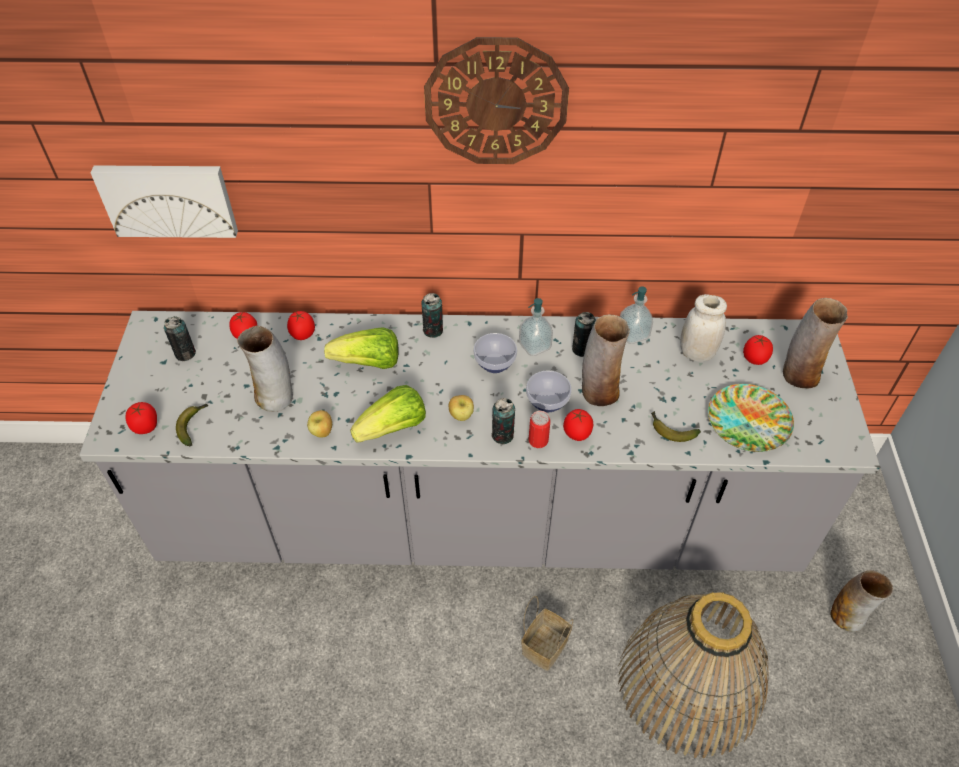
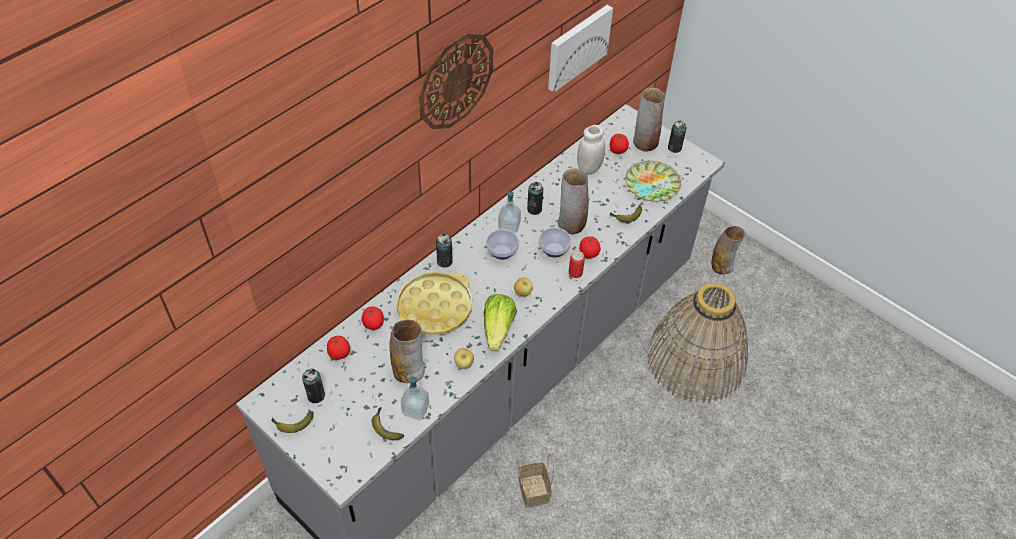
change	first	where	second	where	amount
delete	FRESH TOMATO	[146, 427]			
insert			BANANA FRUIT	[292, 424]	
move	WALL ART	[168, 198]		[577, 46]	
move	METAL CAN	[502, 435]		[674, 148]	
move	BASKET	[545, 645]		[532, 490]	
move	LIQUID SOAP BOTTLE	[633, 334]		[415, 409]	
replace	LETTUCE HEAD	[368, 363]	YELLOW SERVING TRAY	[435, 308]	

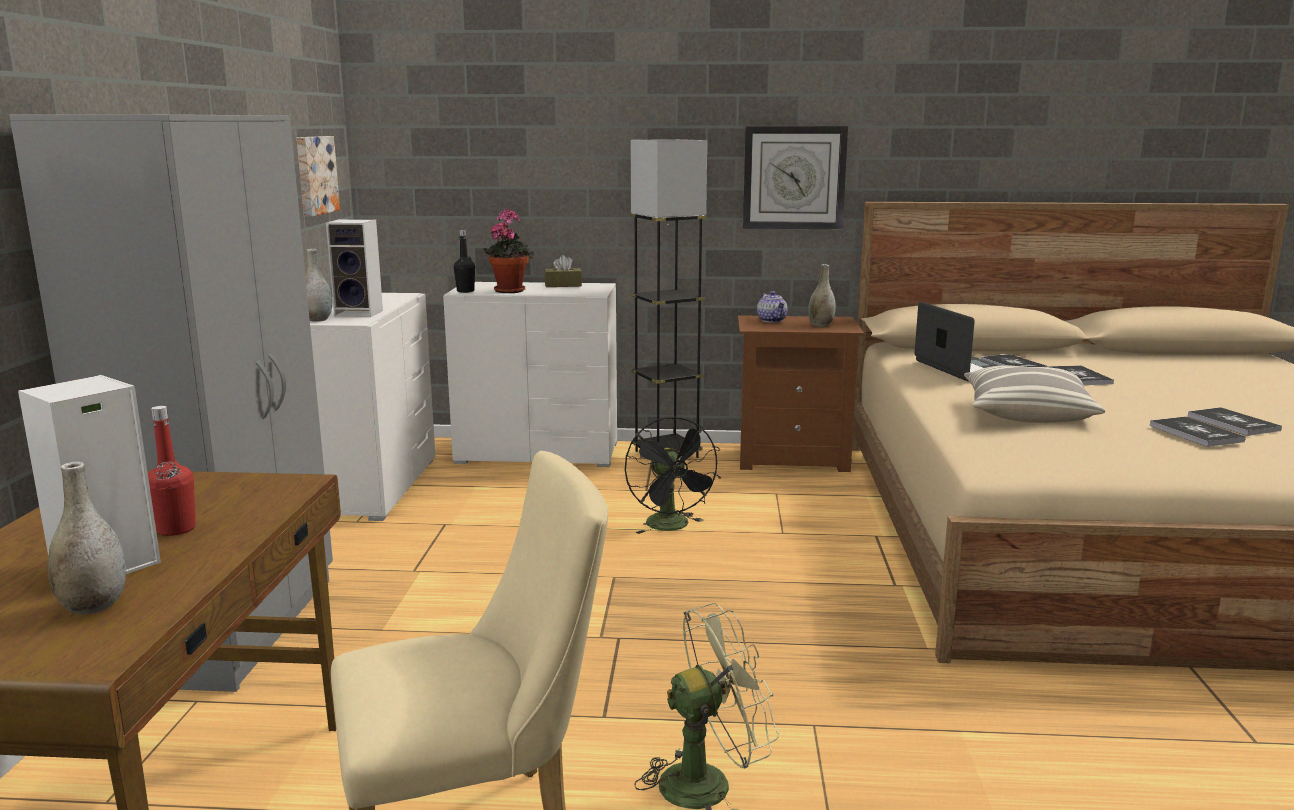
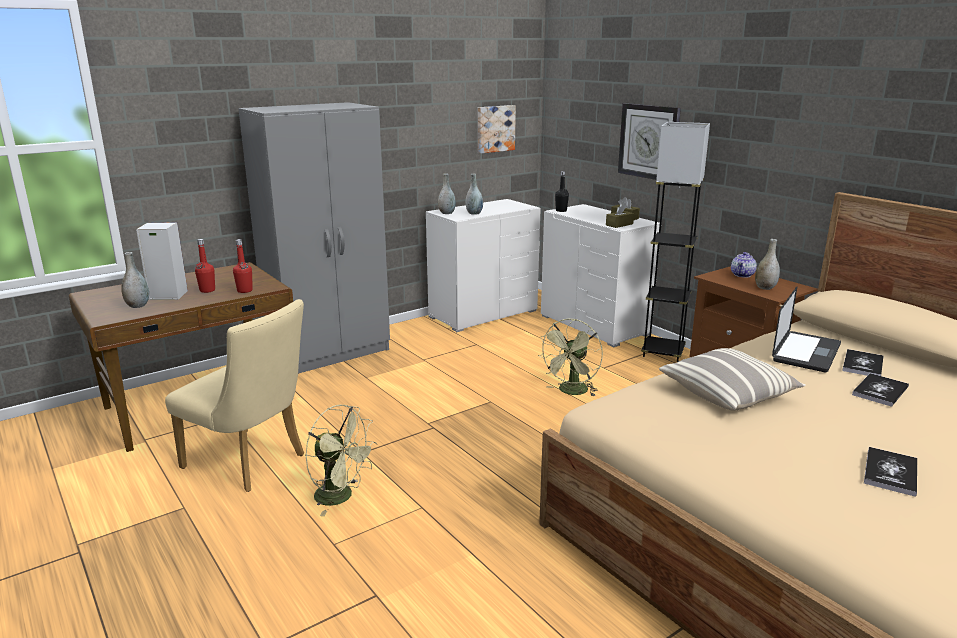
change	first	where	second	where	amount
delete	PLANT IN A POT	[510, 290]			
delete	VOLUME	[1195, 433]			
insert			RED-COLOURED BEVERAGE BOTTLE	[245, 290]	
insert			BROWN TISSUE HOLDER	[619, 224]	
move	WALL CLOCK	[794, 177]		[649, 141]	
replace	LOUDSPEAKER	[361, 313]	GRAY VASE	[474, 213]	
recolor	BLACKISH ELECTRIC FAN	[672, 527]	GREEN ELECTRIC FAN	[571, 392]	

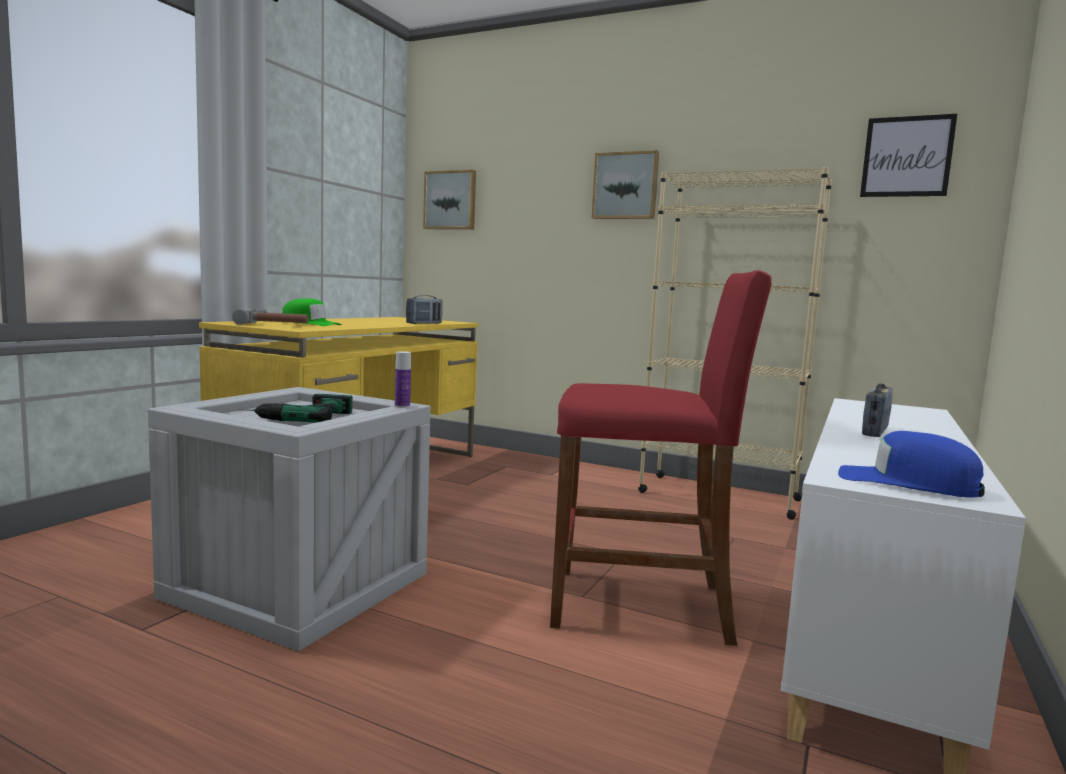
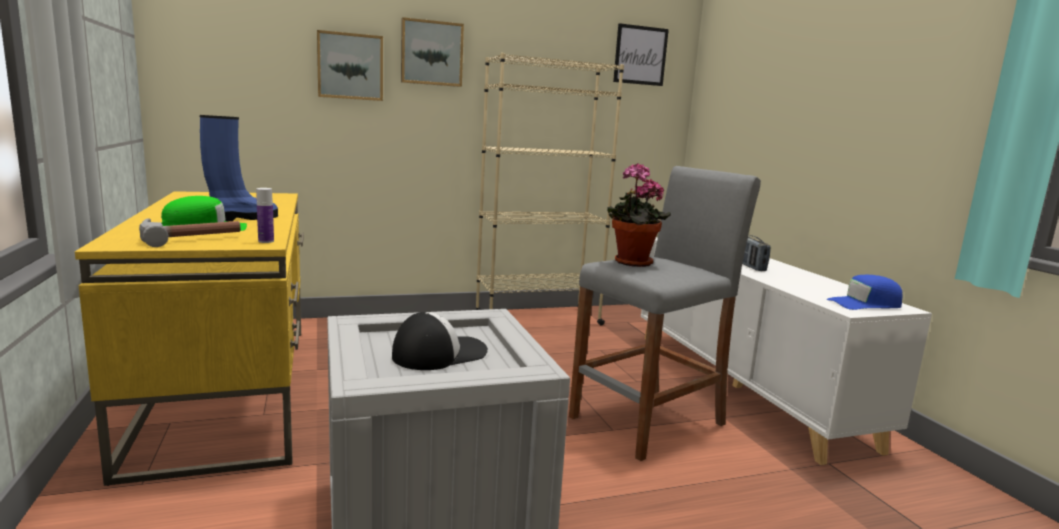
change	first	where	second	where	amount
delete	RADIO RECEIVER	[424, 323]			
insert			BLUISH BOOT	[242, 218]	
insert			PLANT IN A POT	[630, 263]	
move	BEVERAGE BOTTLE	[402, 406]		[266, 241]	
move	WALL ART	[451, 200]		[350, 66]	
replace	ELECTRIC DRILL	[296, 416]	CAP	[439, 354]	
recolor	RED-COLOURED STOOL	[641, 606]	GRAY STOOL	[648, 421]	

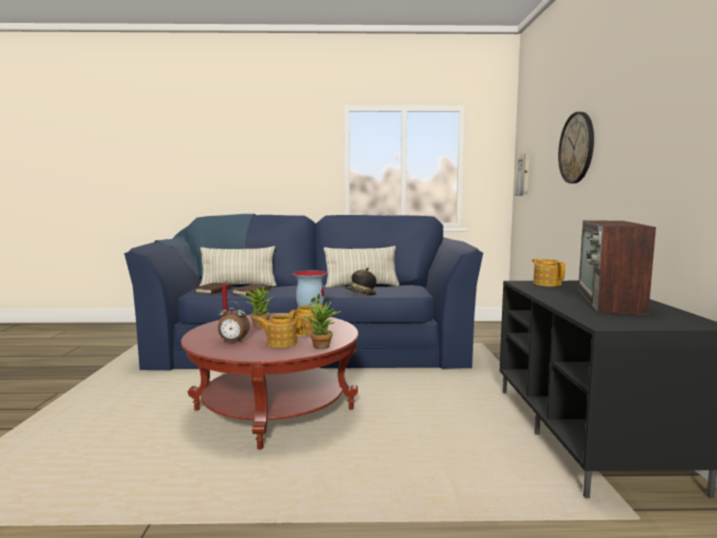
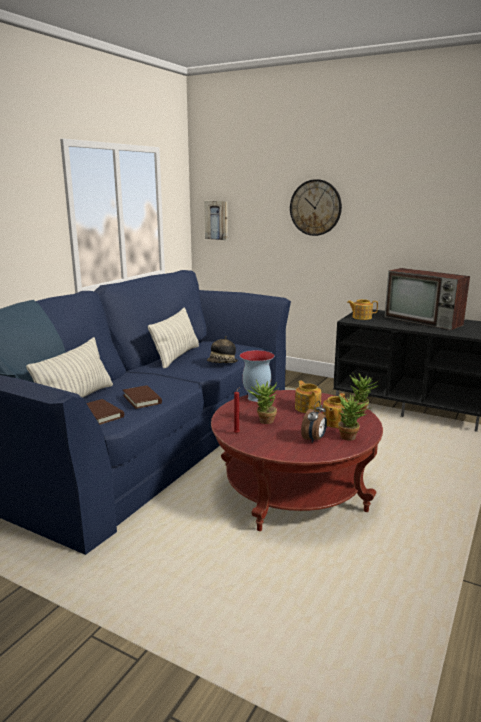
change	first	where	second	where	amount
insert			PLANT IN A POT	[351, 438]	

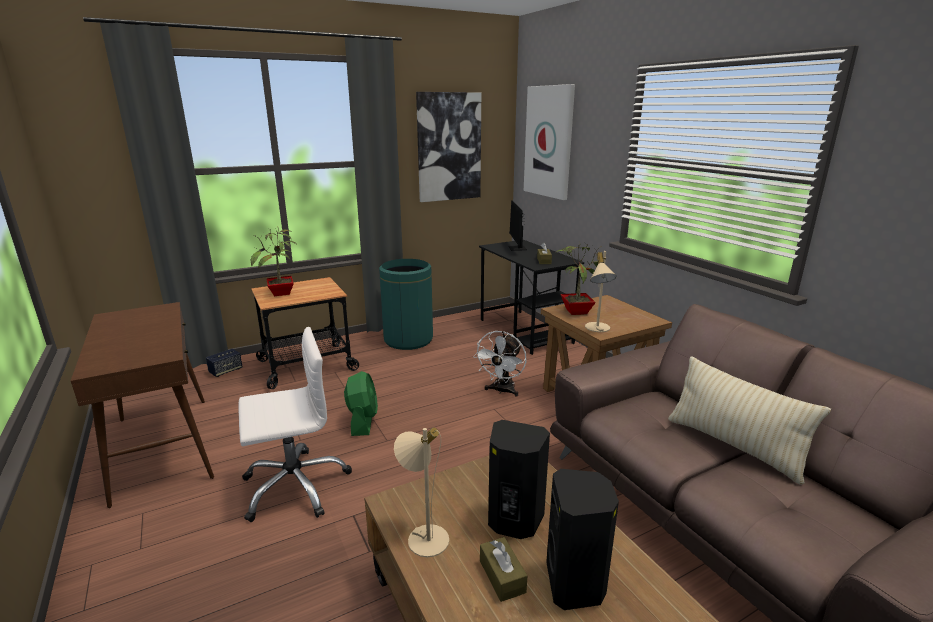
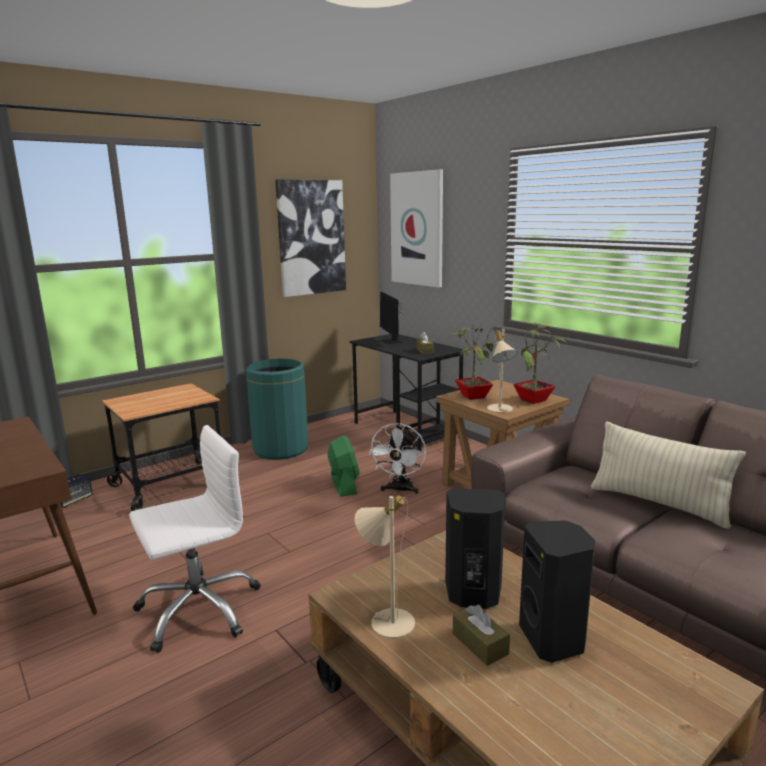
change	first	where	second	where	amount
move	PLANT IN A POT	[281, 294]		[534, 401]	
move	GREEN ELECTRIC FAN	[363, 421]		[343, 485]	

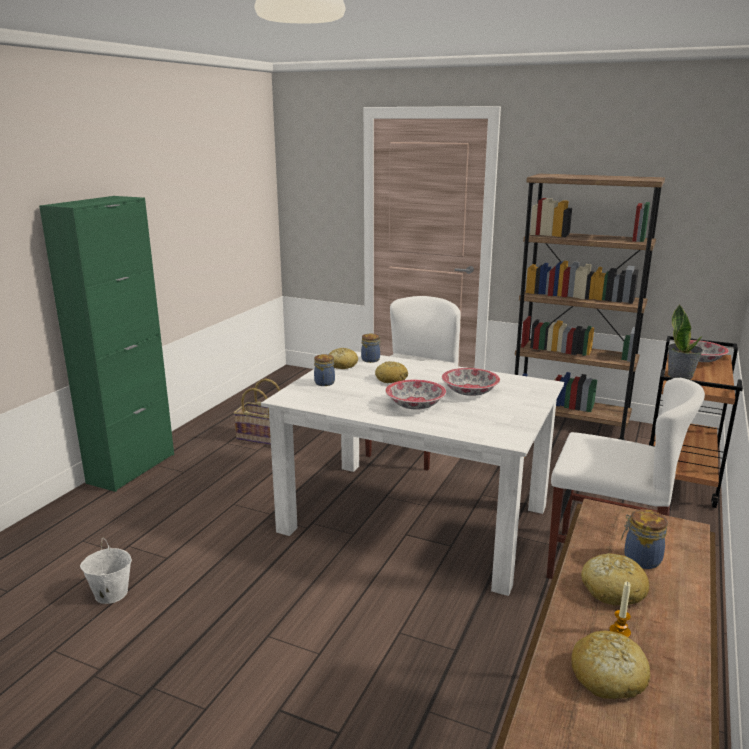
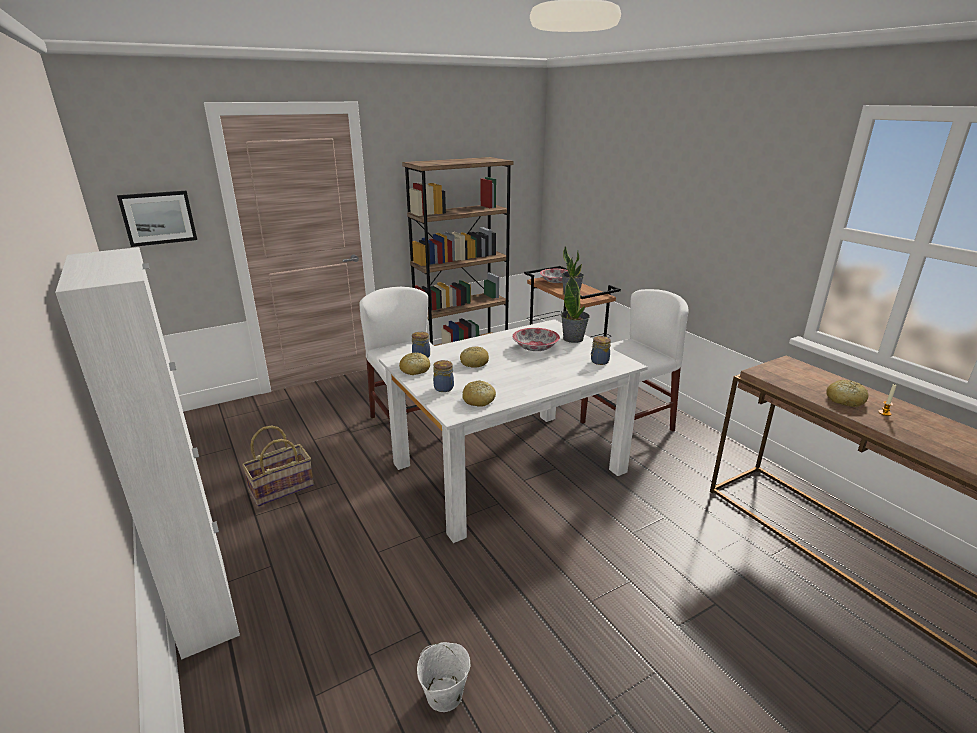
change	first	where	second	where	amount
delete	BOWL	[414, 405]			
insert			WALL ART	[158, 218]	
insert			PLANT IN A POT	[573, 338]	
move	BAKERY BREAD	[608, 677]		[479, 400]	
move	PRESERVE JAR	[640, 559]		[599, 361]	
recolor	GREEN STORAGE CABINET	[131, 468]	WHITISH STORAGE CABINET	[204, 605]	

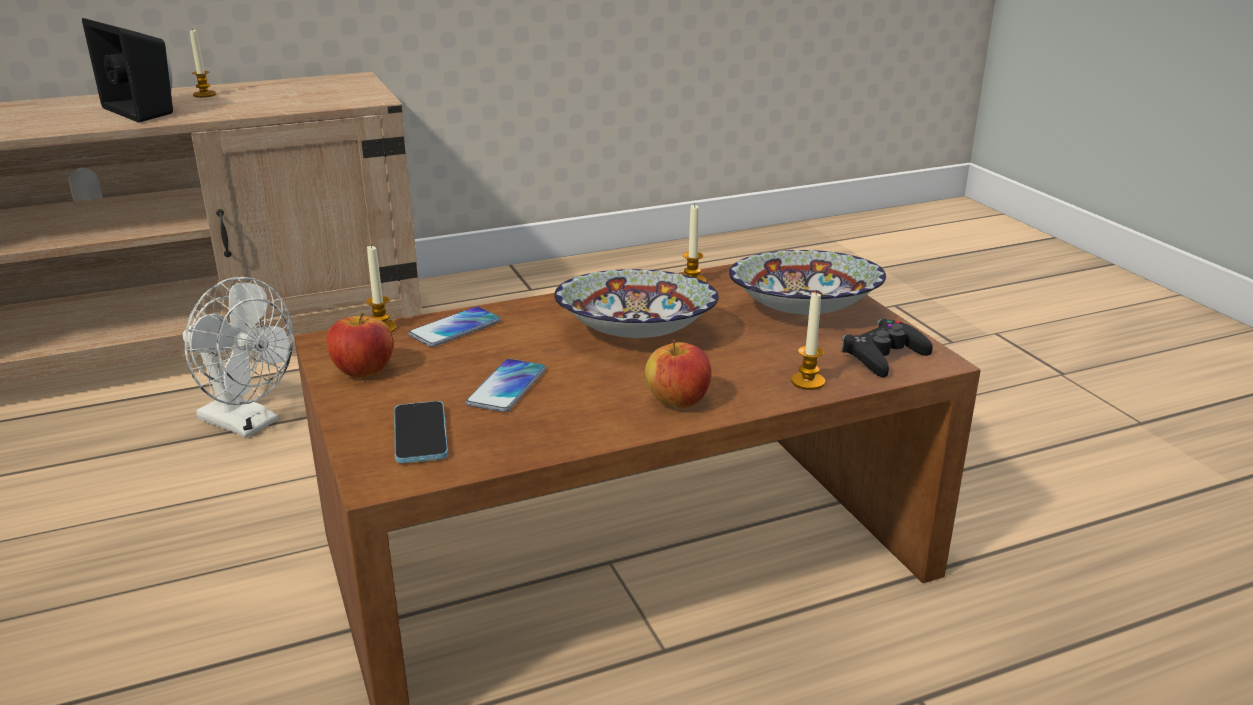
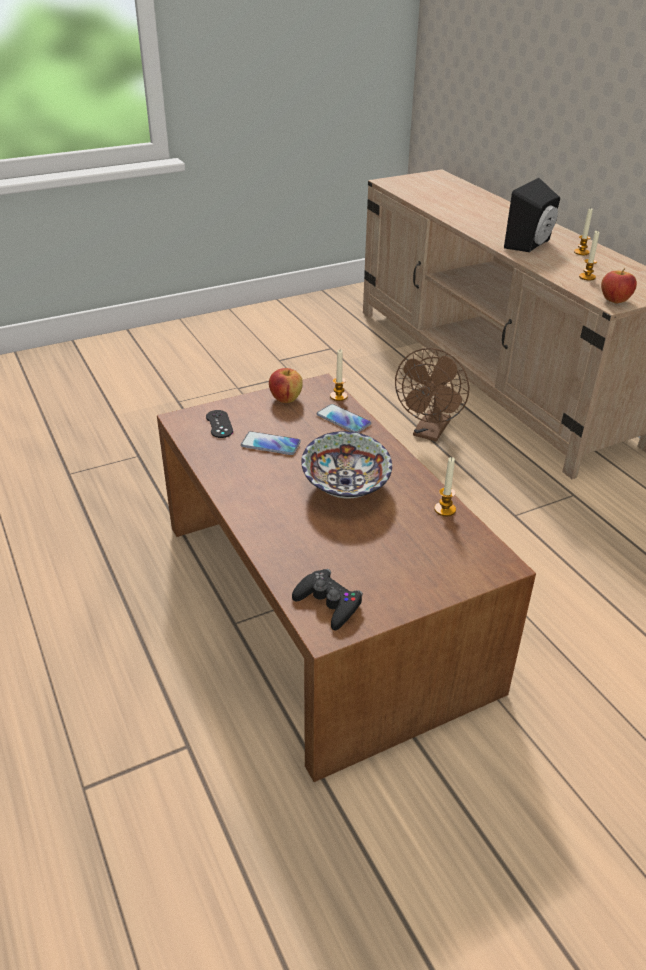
change	first	where	second	where	amount
delete	BOWL	[804, 313]			
move	APPLE FRUIT	[677, 402]		[614, 300]	
move	WAX CANDLE	[808, 382]		[587, 277]	
replace	PHONE	[420, 434]	BLACKISH GAMEPAD	[219, 424]	
recolor	WHITISH ELECTRIC FAN	[248, 423]	BROWN ELECTRIC FAN	[429, 432]	

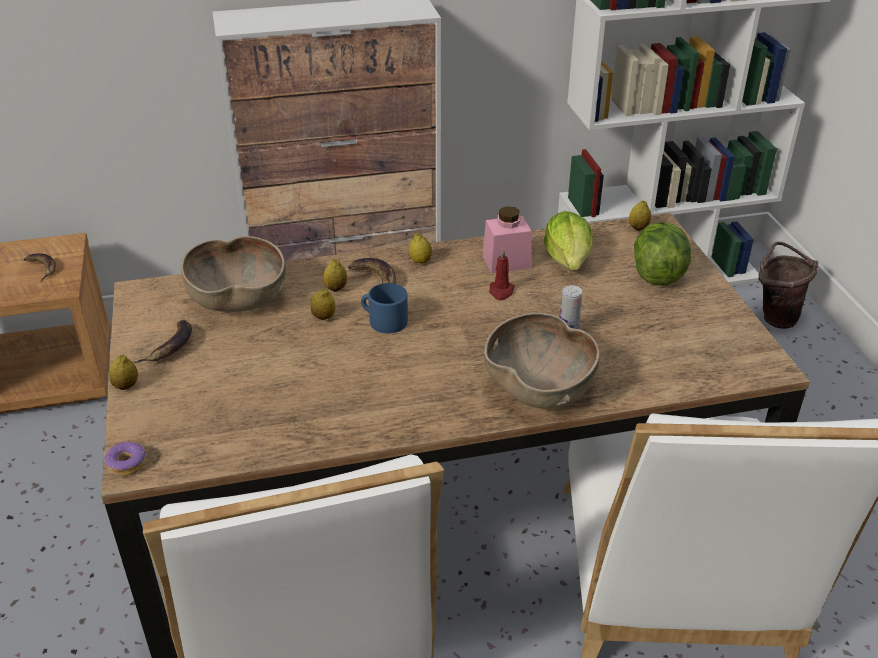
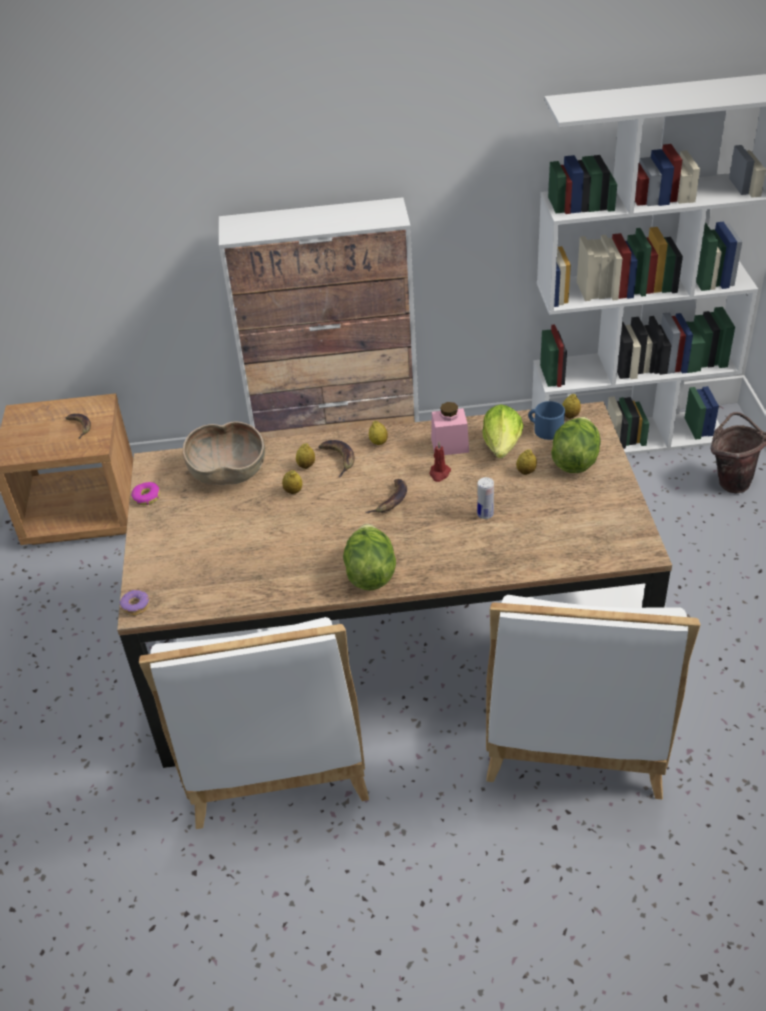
change	first	where	second	where	amount
delete	BROWN BOWL	[539, 388]			
insert			RING DOUGHNUT	[146, 497]	
insert			LETTUCE HEAD	[370, 573]	
move	LEMON	[126, 386]		[526, 472]	
move	BANANA FRUIT	[170, 347]		[391, 501]	
move	BLUISH TEA MUG	[384, 320]		[545, 429]	

